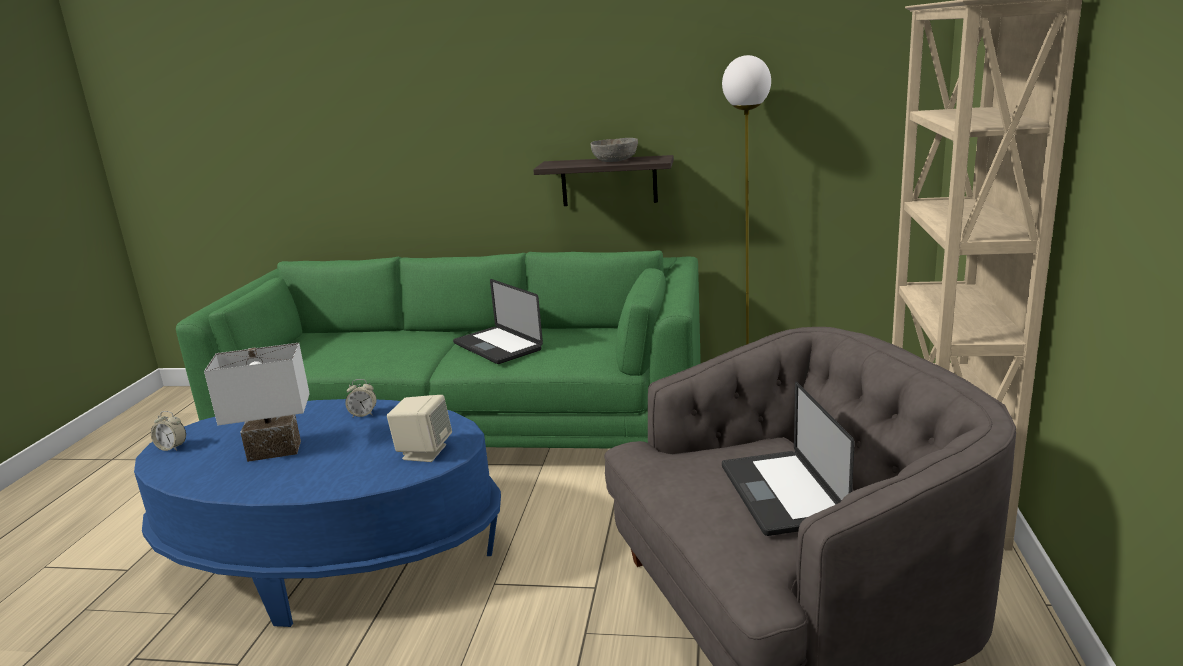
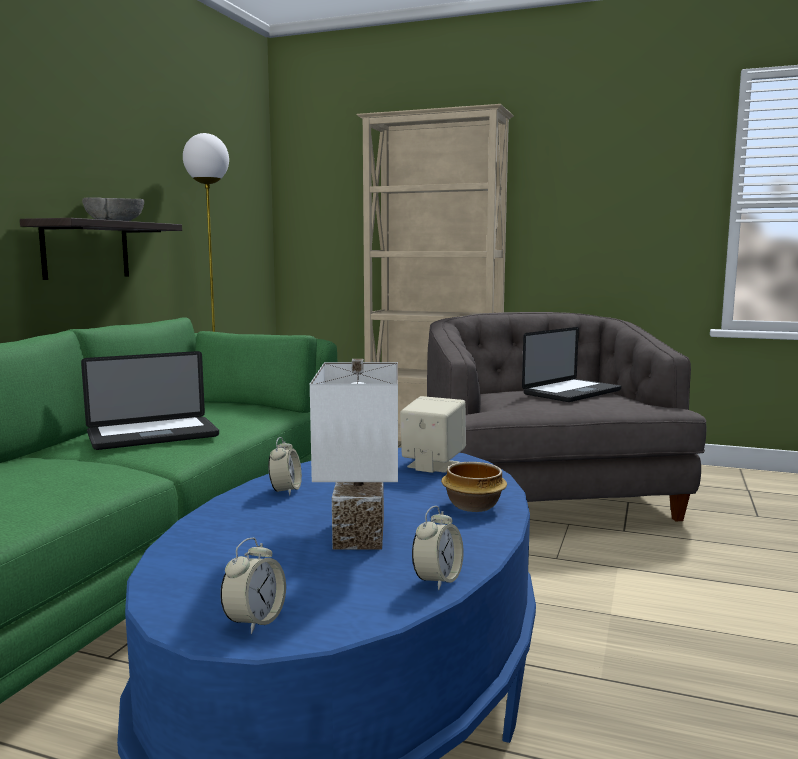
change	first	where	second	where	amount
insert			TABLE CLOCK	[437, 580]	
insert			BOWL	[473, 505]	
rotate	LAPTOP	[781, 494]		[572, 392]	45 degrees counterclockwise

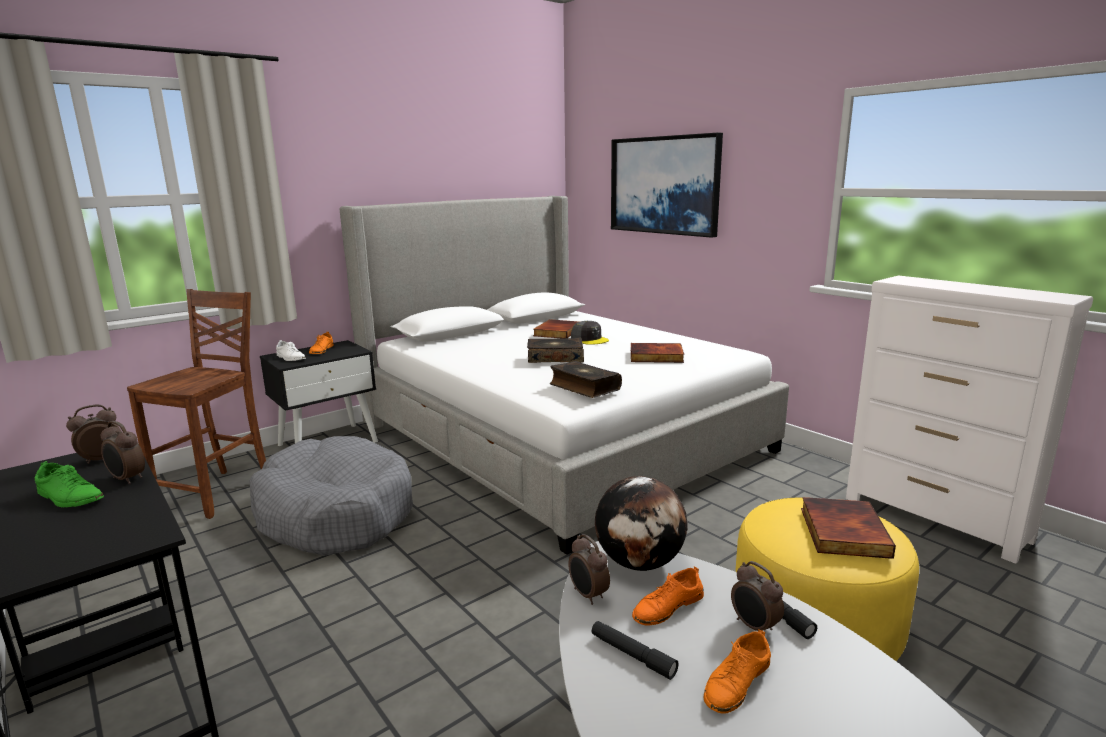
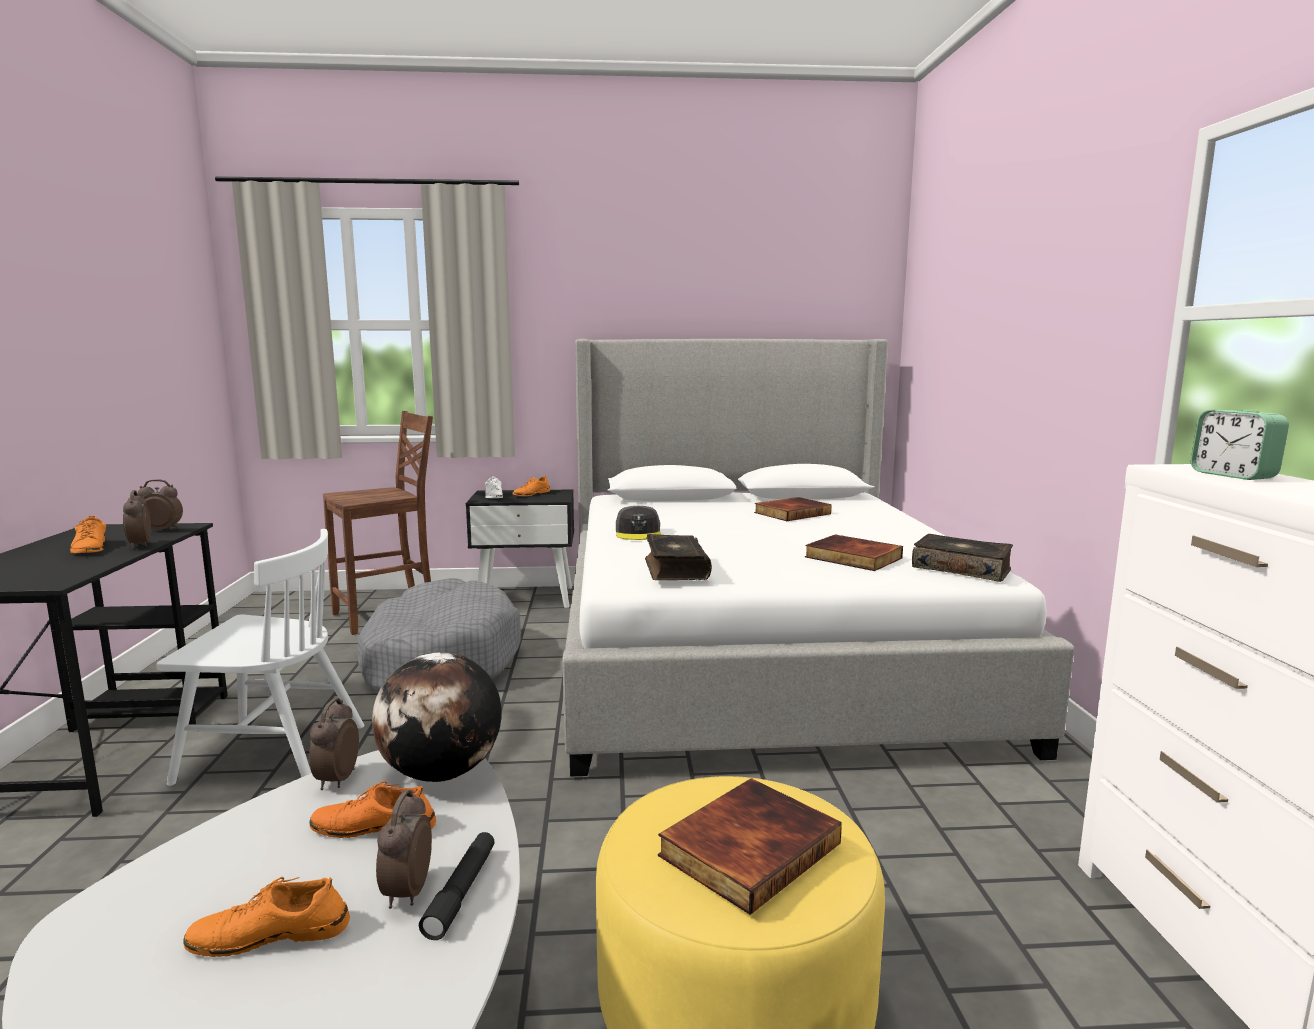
change	first	where	second	where	amount
delete	BLACKISH TORCH	[632, 655]			
delete	WALL ART	[664, 185]			
insert			WHITISH PLAIN CHAIR	[271, 753]	
insert			TABLE CLOCK	[1233, 475]	
move	VOLUME	[555, 358]		[961, 569]	
move	GRAY CAP	[589, 339]		[638, 533]	
recolor	GREEN ITEM OF FOOTWEAR	[70, 497]	ORANGEY ITEM OF FOOTWEAR	[90, 548]	

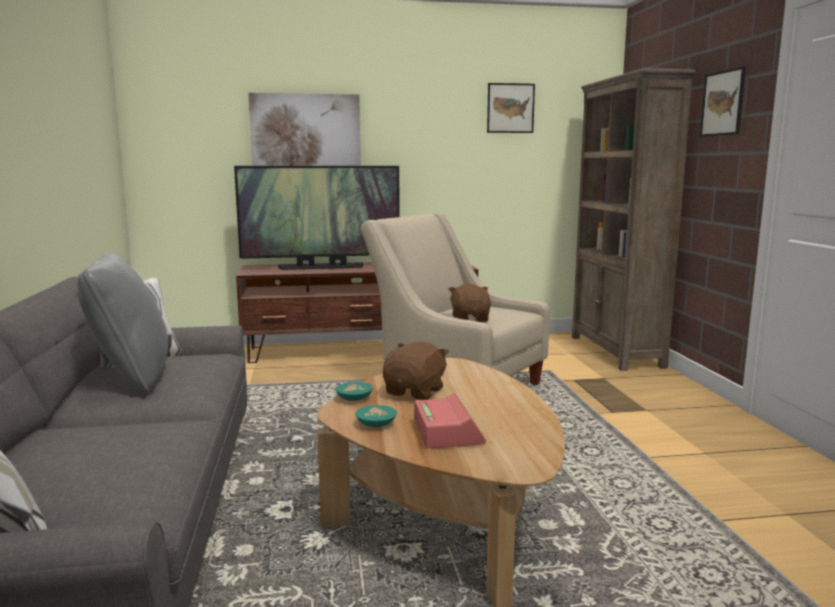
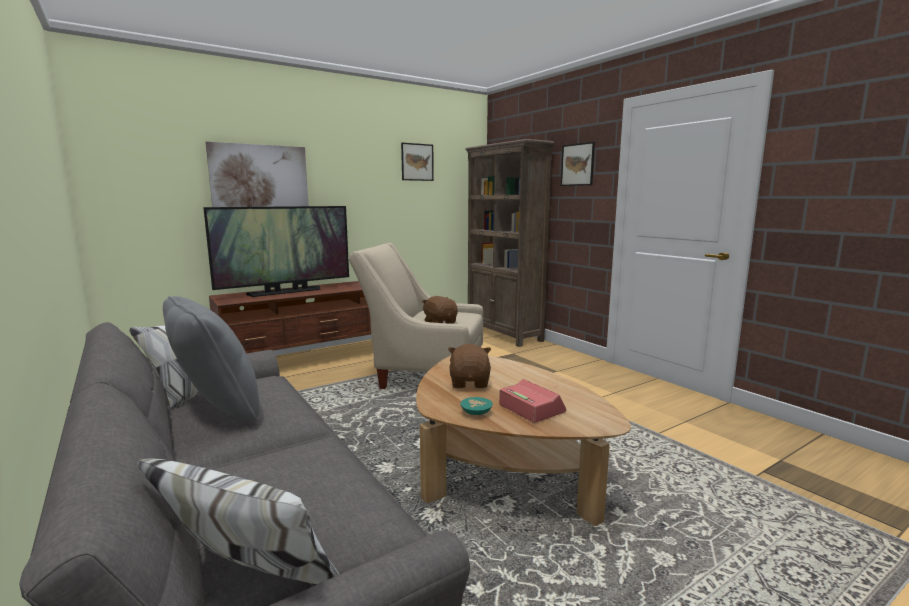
change	first	where	second	where	amount
delete	BLUE-GREEN BOWL	[353, 399]			

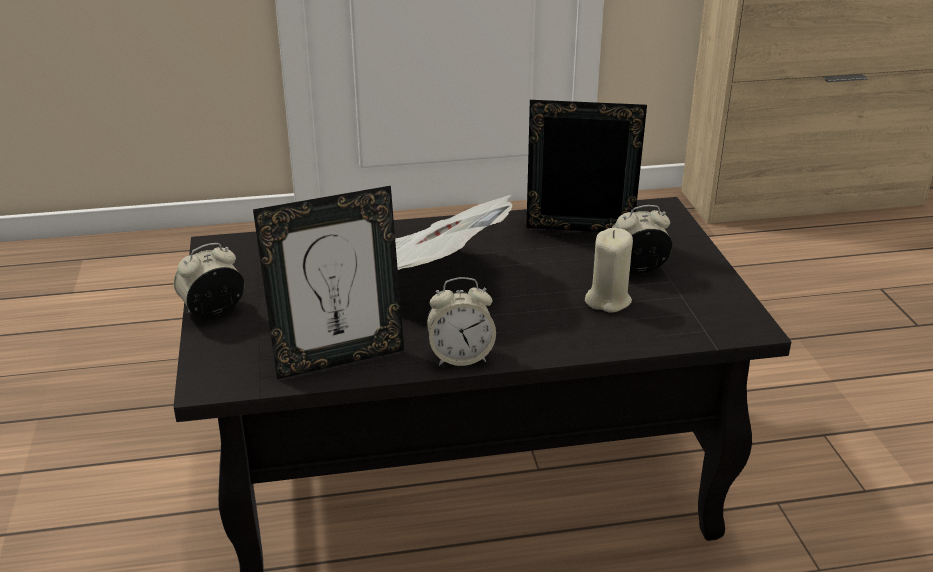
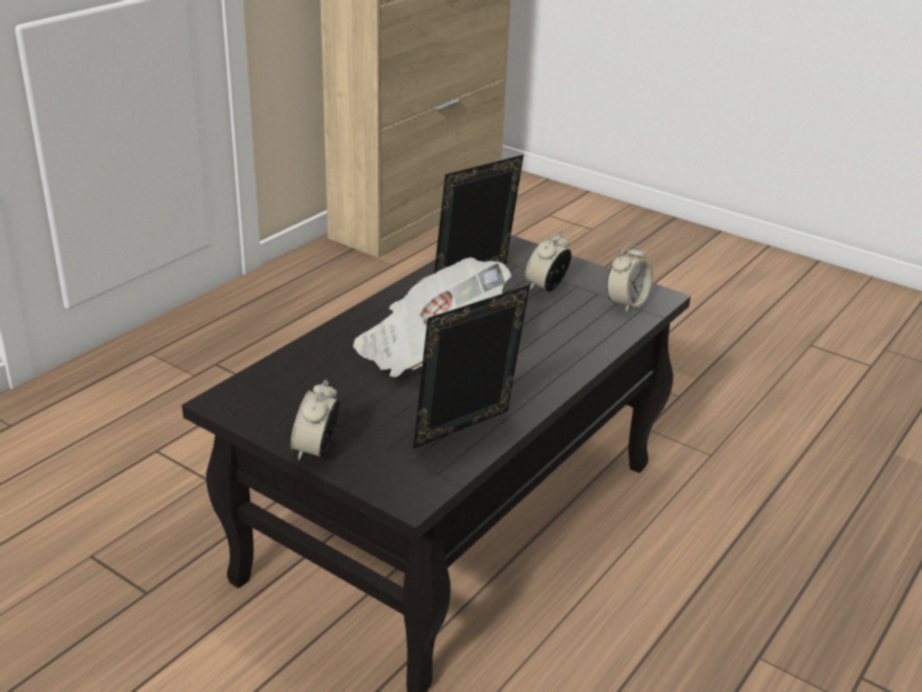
change	first	where	second	where	amount
delete	SAND-COLOURED WAX CANDLE	[608, 300]			
move	TABLE CLOCK	[460, 357]		[626, 304]	
rotate	PICTURE FRAME	[338, 358]		[467, 434]	150 degrees counterclockwise

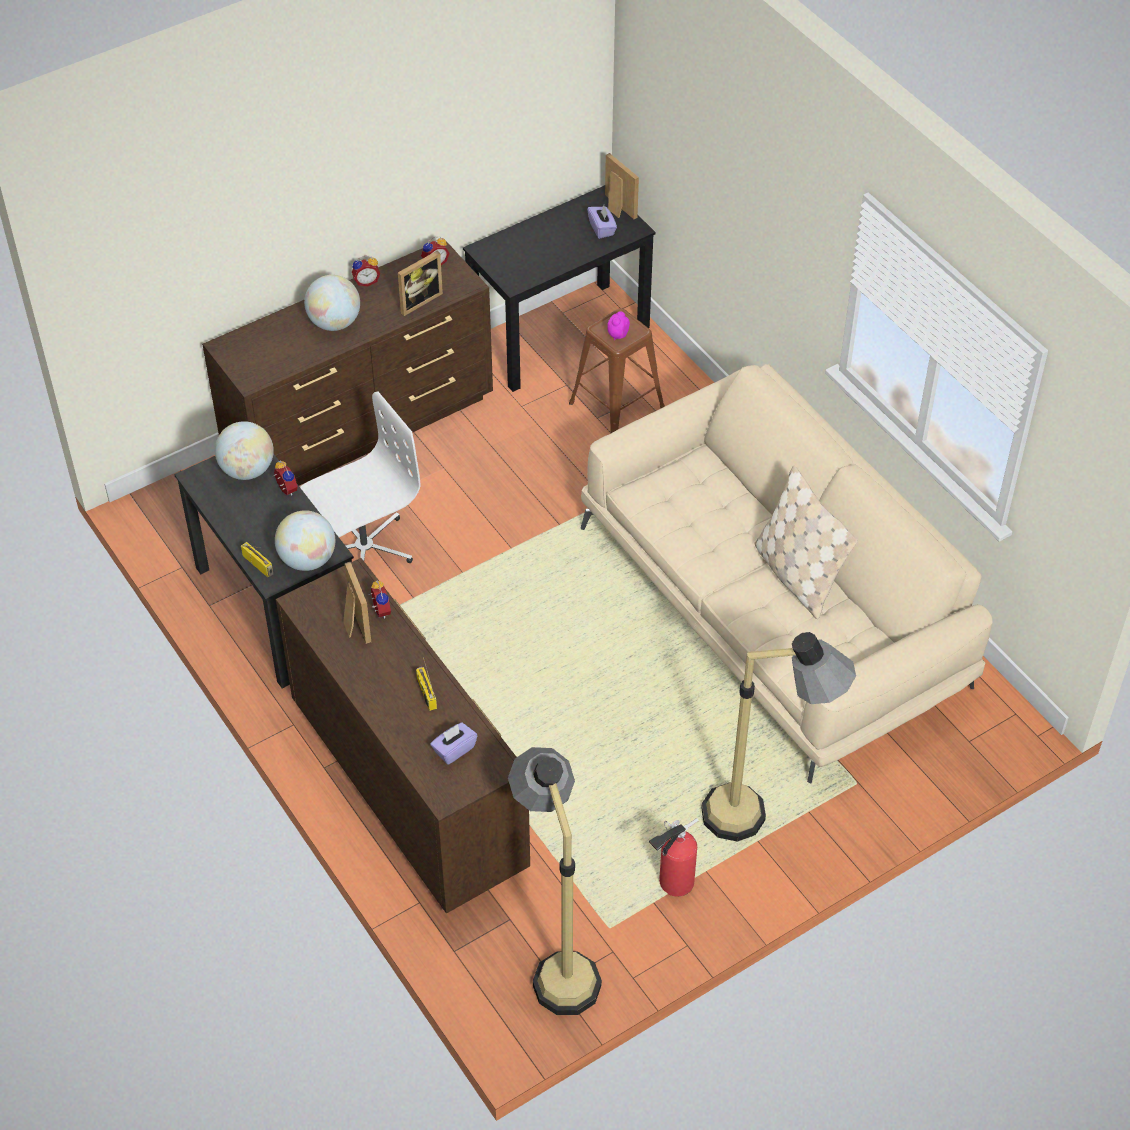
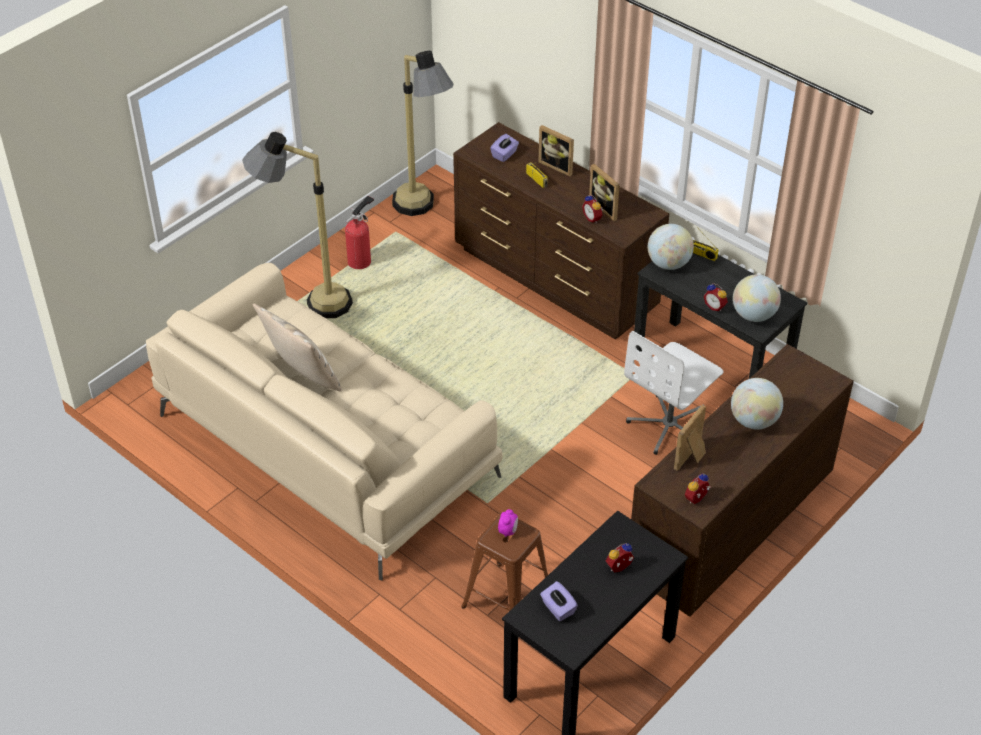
change	first	where	second	where	amount
move	TABLE CLOCK	[366, 281]		[620, 568]	
move	PICTURE FRAME	[616, 208]		[558, 166]	

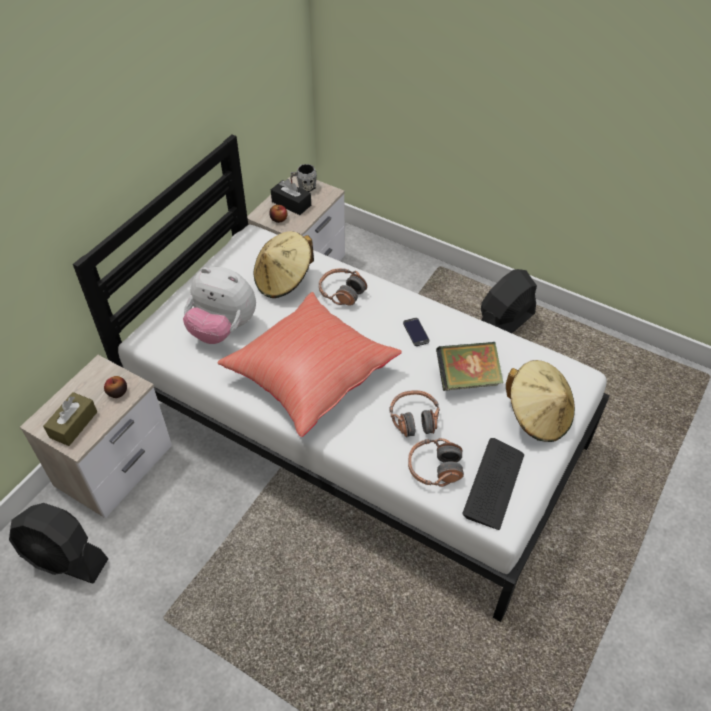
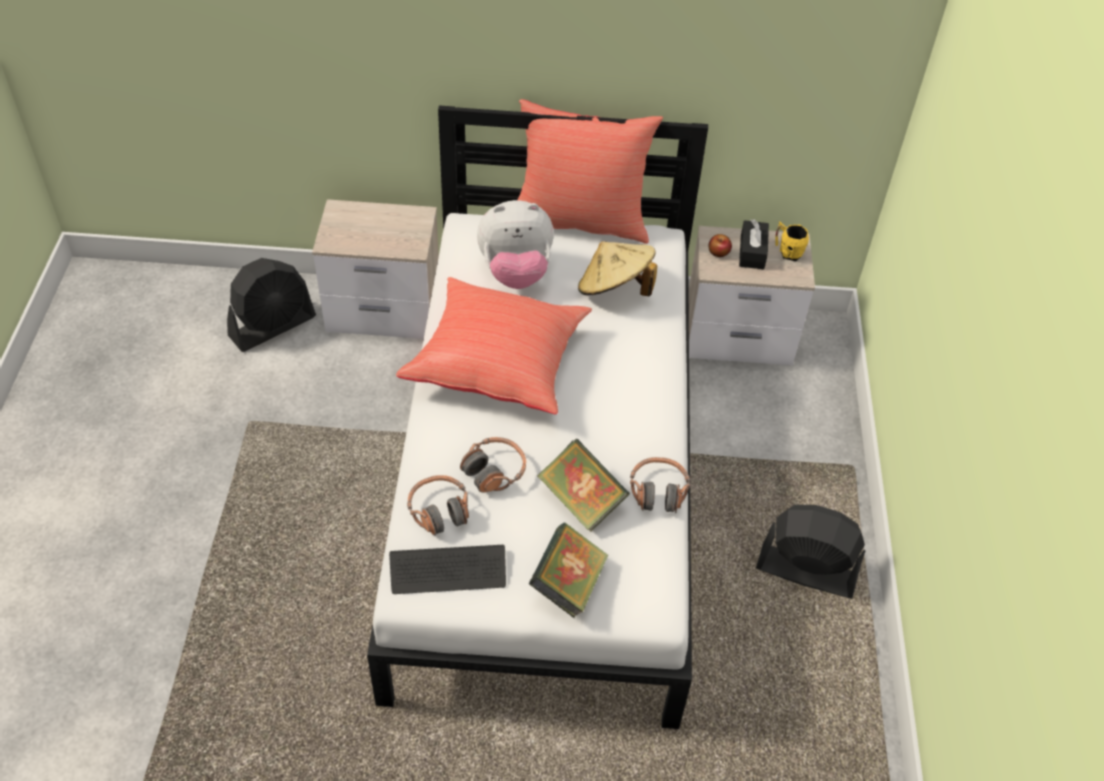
change	first	where	second	where	amount
delete	BROWN TISSUE HOLDER	[73, 424]			
delete	APPLE FRUIT	[117, 392]			
delete	PHONE	[416, 332]			
insert			RED-COLOURED CUSHION	[579, 220]	
move	PAIR OF HEADPHONES	[341, 292]		[658, 492]	
replace	SAND-COLOURED HAT	[538, 415]	VOLUME	[568, 584]	
recolor	GRAY TEA MUG	[304, 188]	YELLOW TEA MUG	[787, 251]	
rotate	BLACKISH ELECTRIC FAN	[65, 559]		[273, 326]	120 degrees counterclockwise
rotate	CUDDLY TOY	[223, 329]		[515, 273]	90 degrees counterclockwise

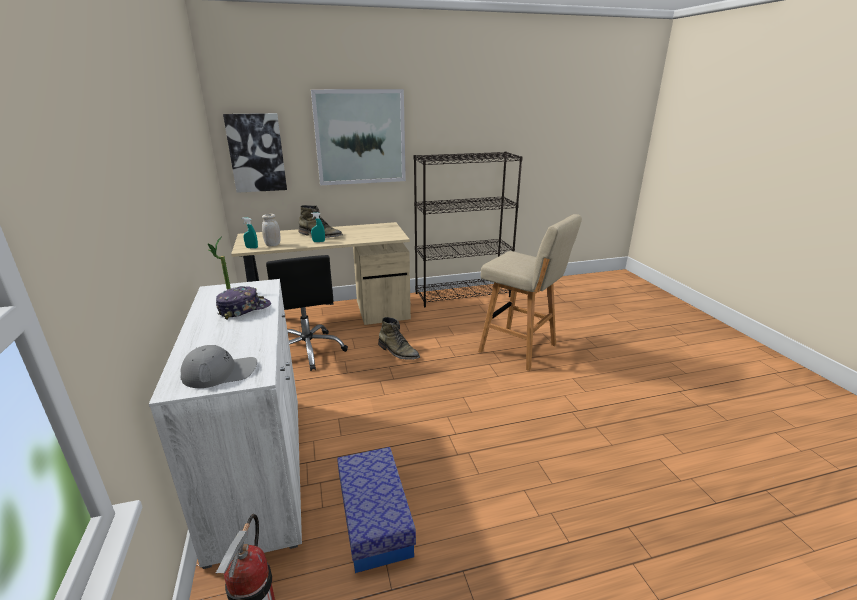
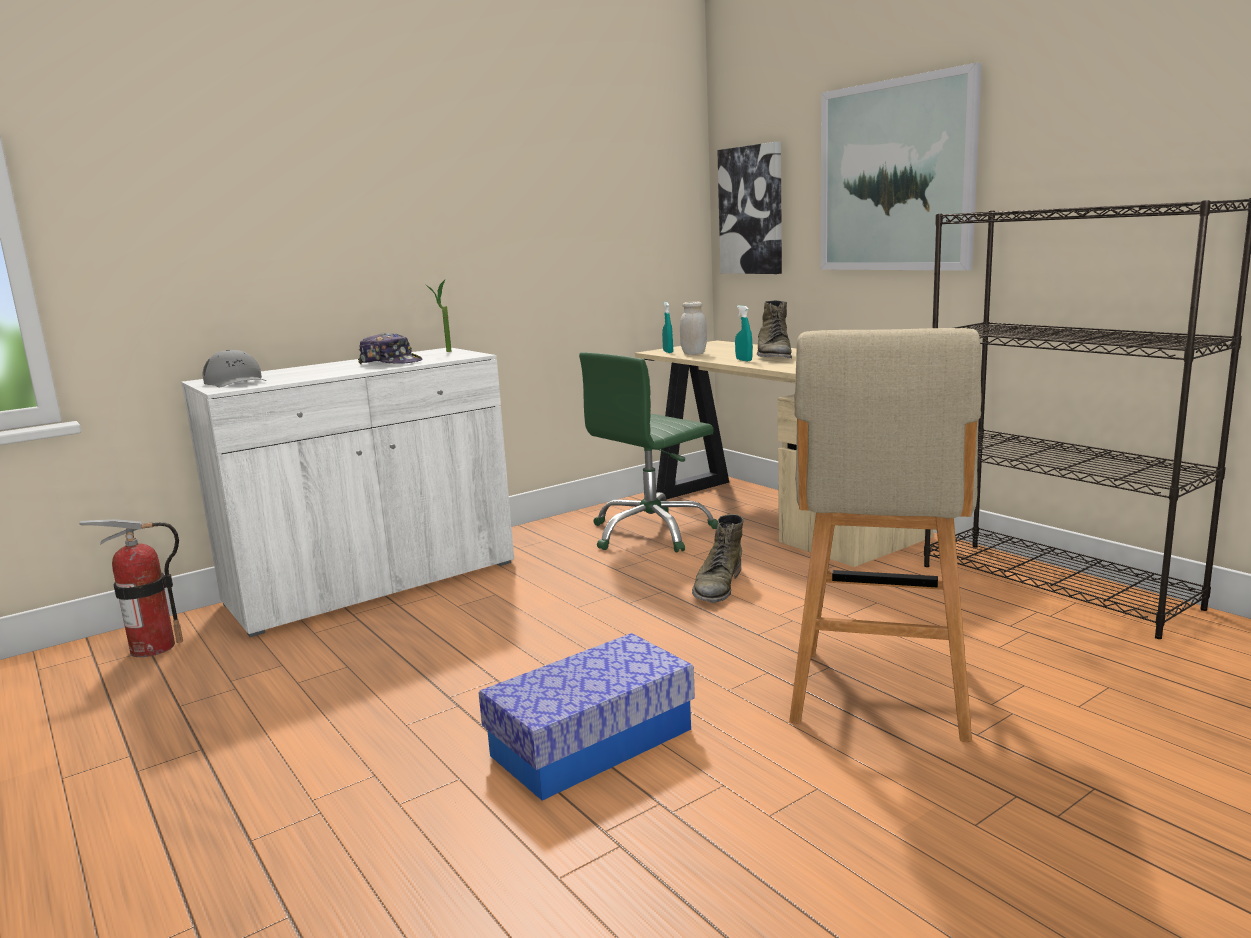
change	first	where	second	where	amount
move	STORAGE BOX	[374, 519]		[592, 742]	
recolor	BLACKISH DESK CHAIR	[308, 351]	GREEN DESK CHAIR	[652, 532]	

